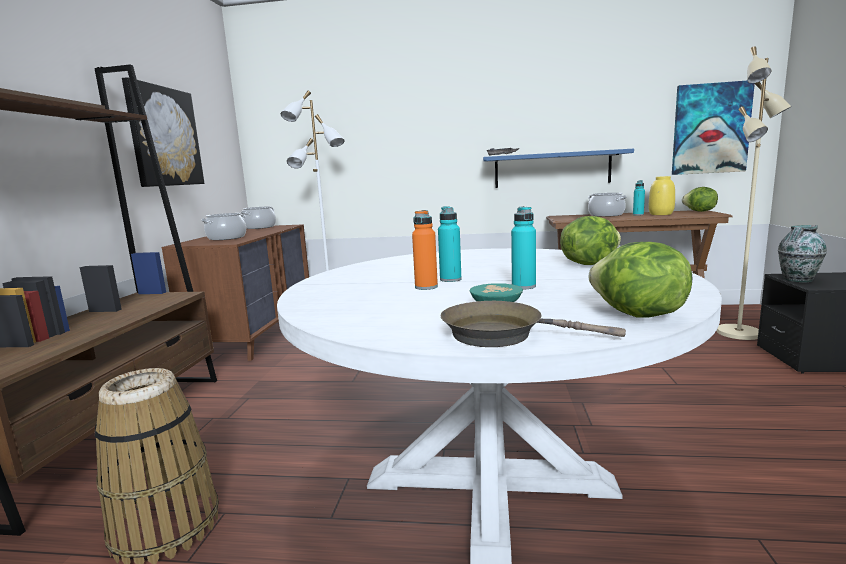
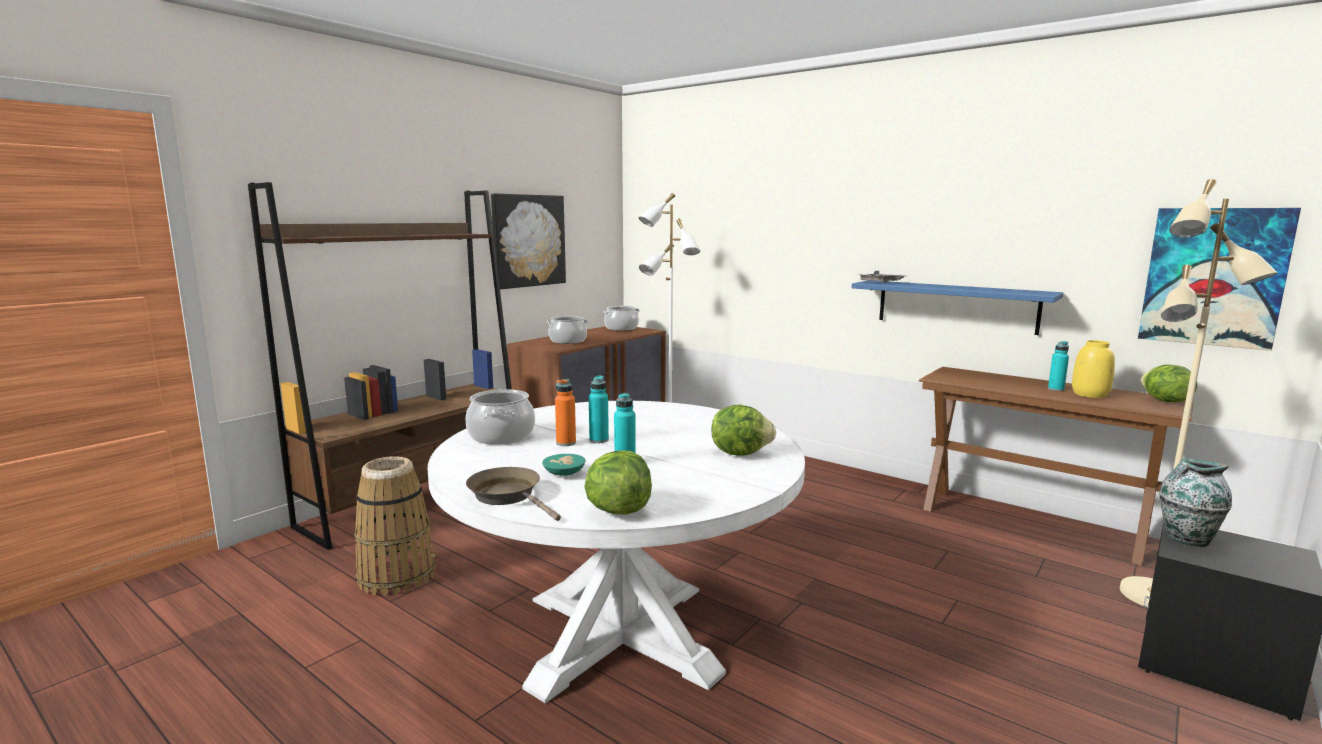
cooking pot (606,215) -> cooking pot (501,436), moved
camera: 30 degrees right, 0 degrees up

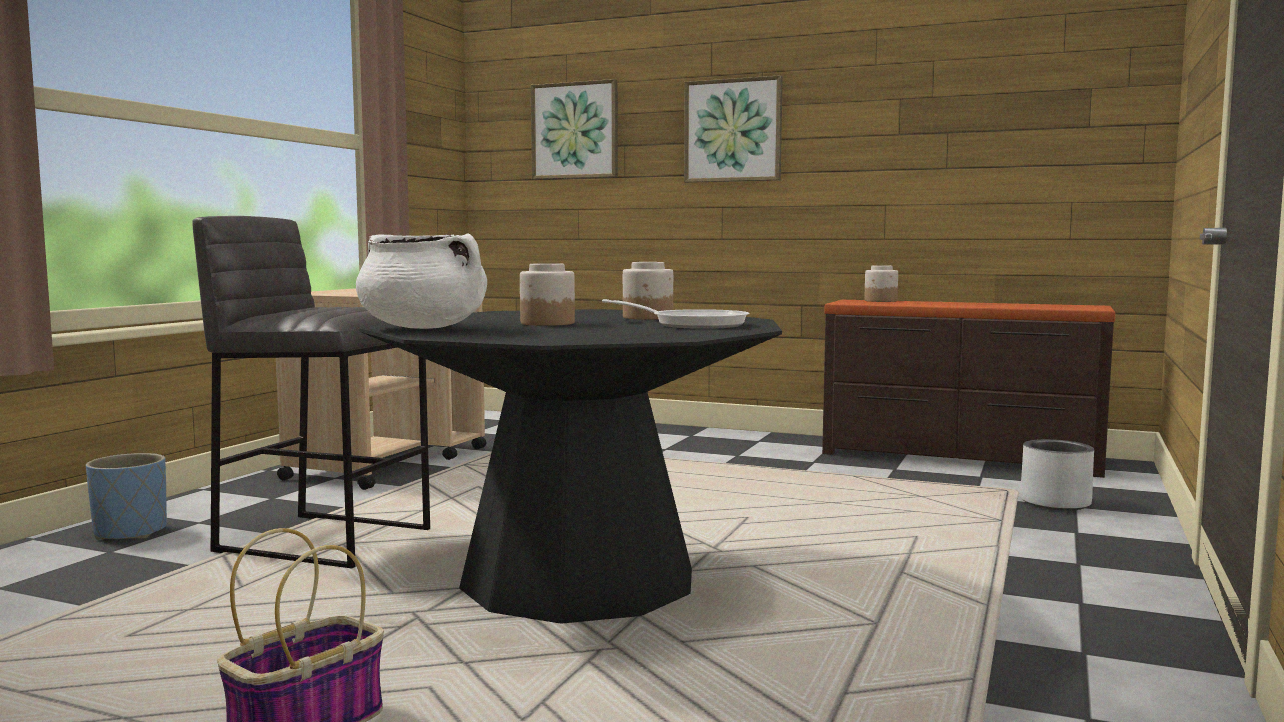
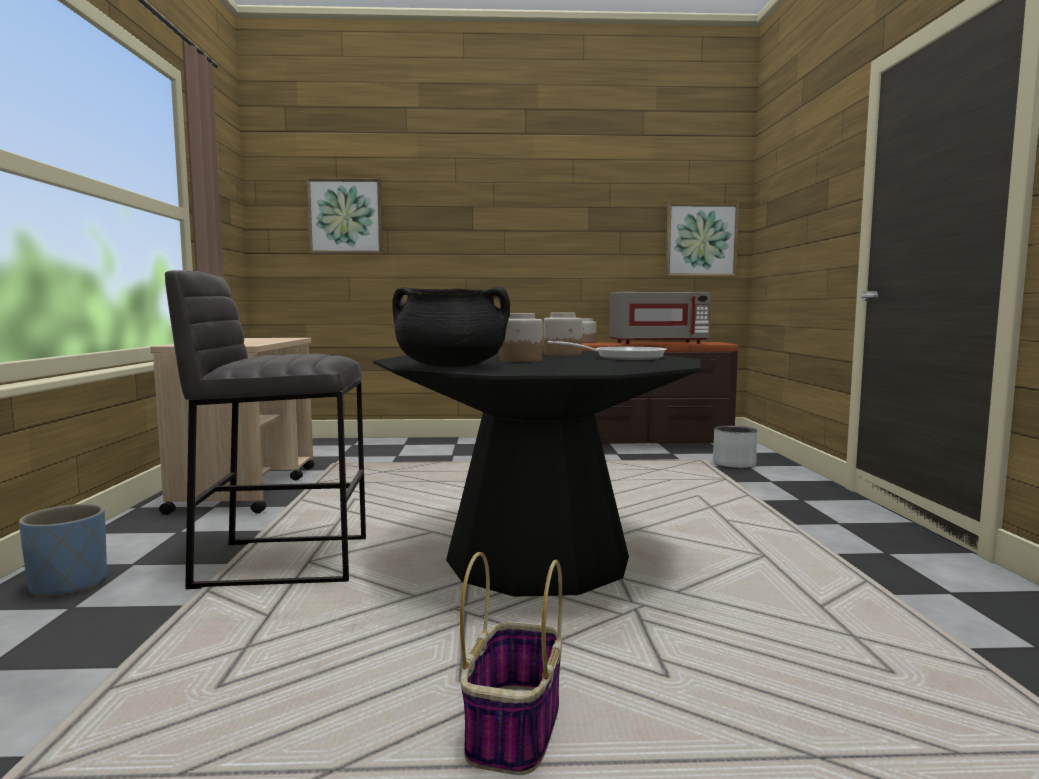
cooking pot (white) (424,328) -> cooking pot (black) (451,367)
picture (733,130) -> picture (701,240), moved
none -> microwave (grey) (658,343)
camera: 25 degrees left, 0 degrees up

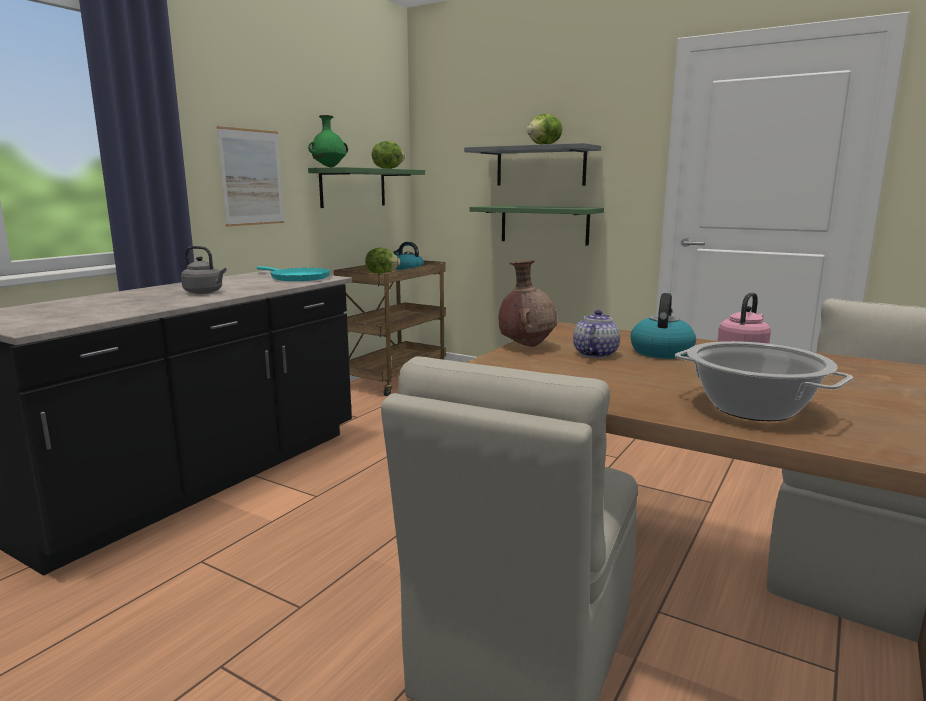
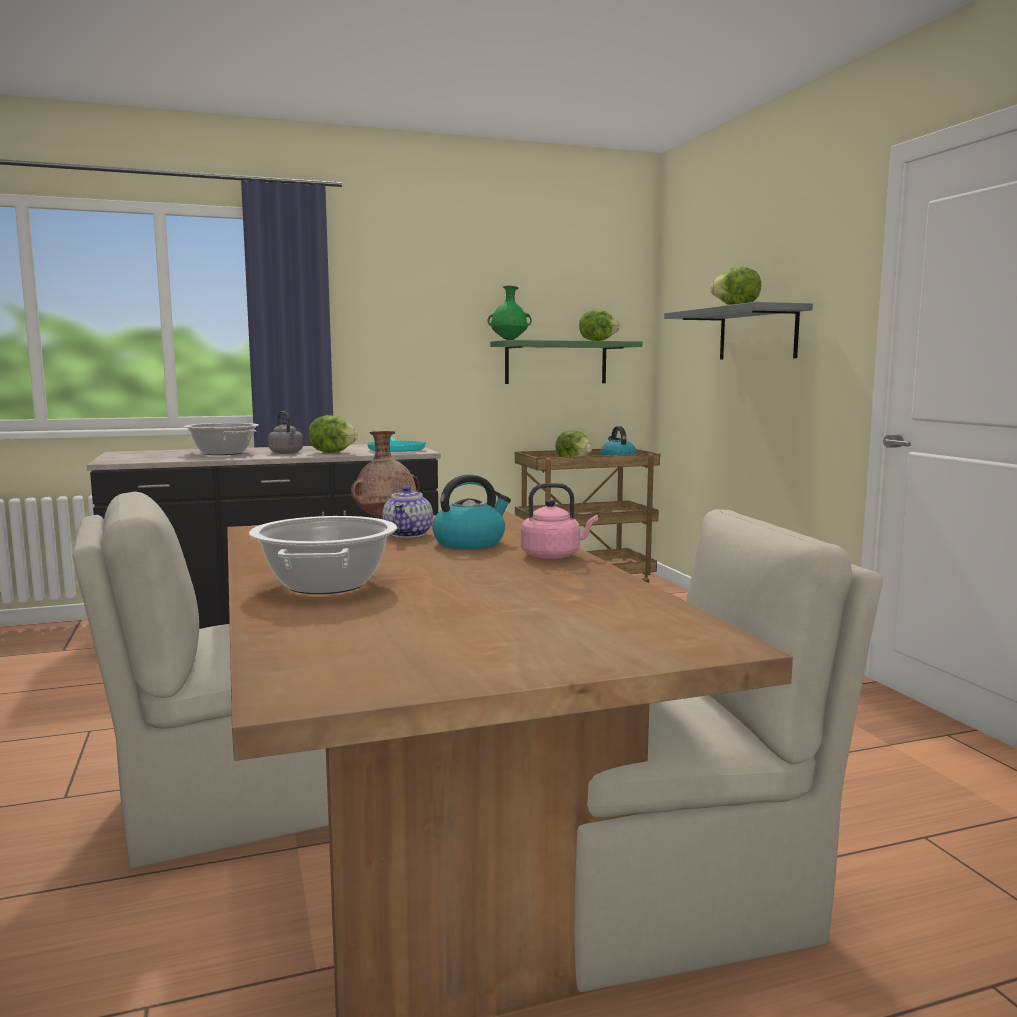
picture (252,177) -> none
shelf (green) (544,225) -> none
teapot (594,354) -> teapot (408,534), 120 degrees clockwise
none -> cooking pot (223,453)
none -> lettuce (332,452)
camera: 40 degrees right, 5 degrees down

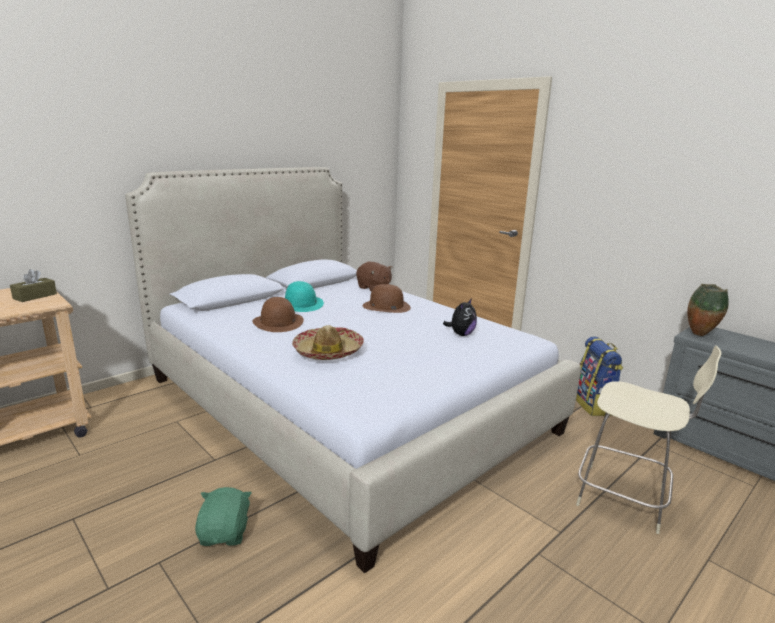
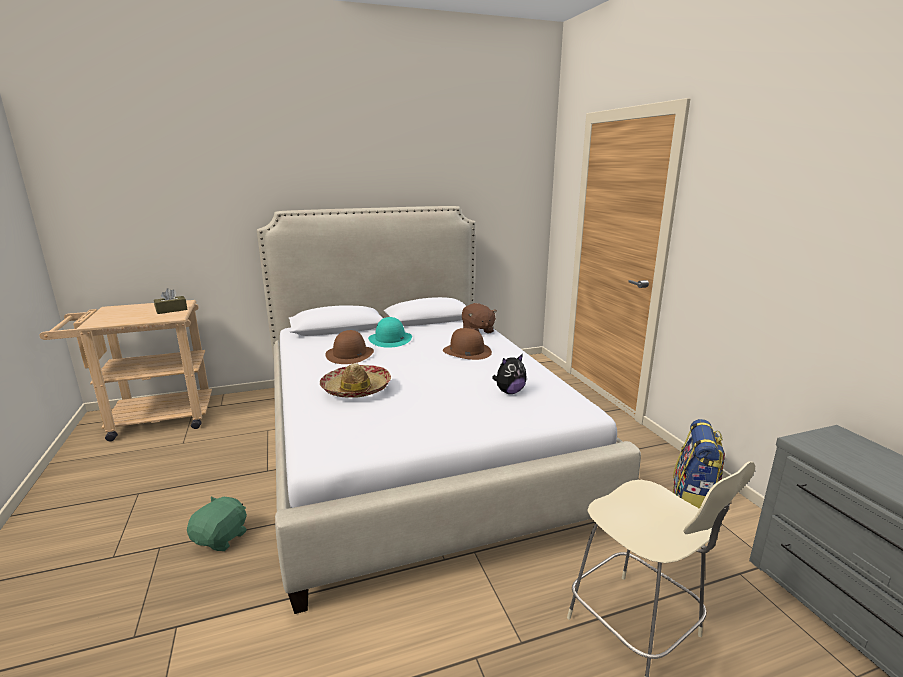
vase (700,335) -> none
camera: 25 degrees right, 0 degrees up

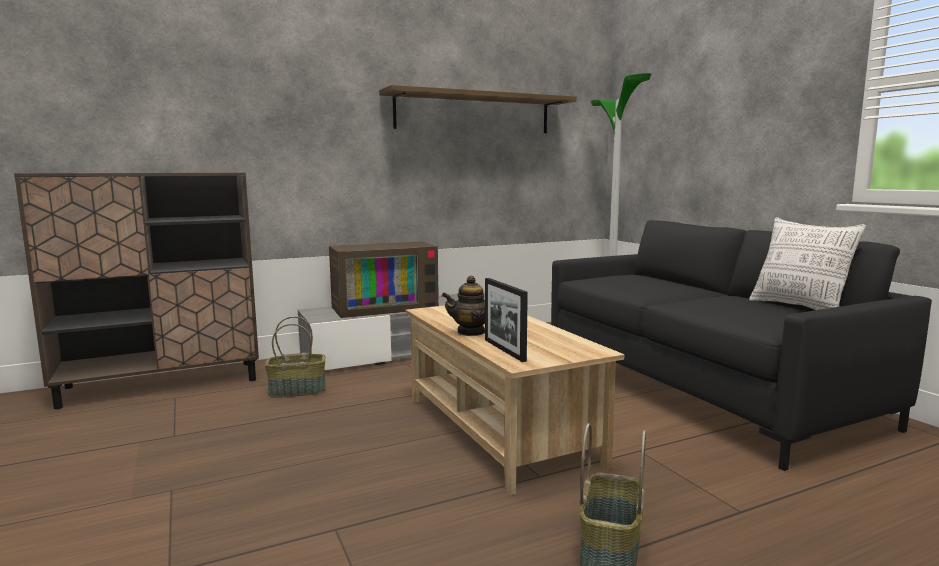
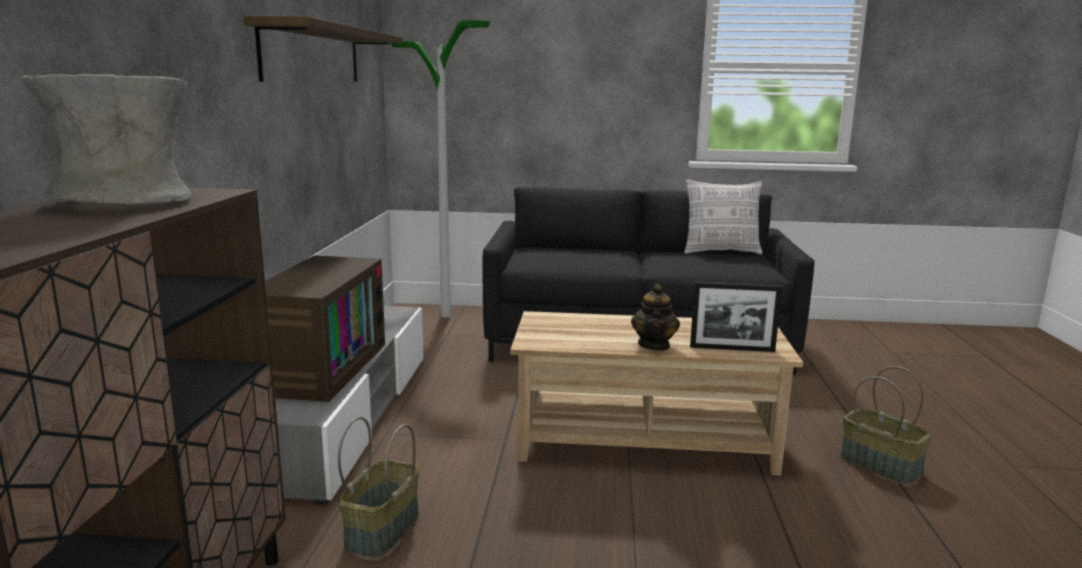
none -> vase (grey) (124,202)
camera: 60 degrees left, 5 degrees up

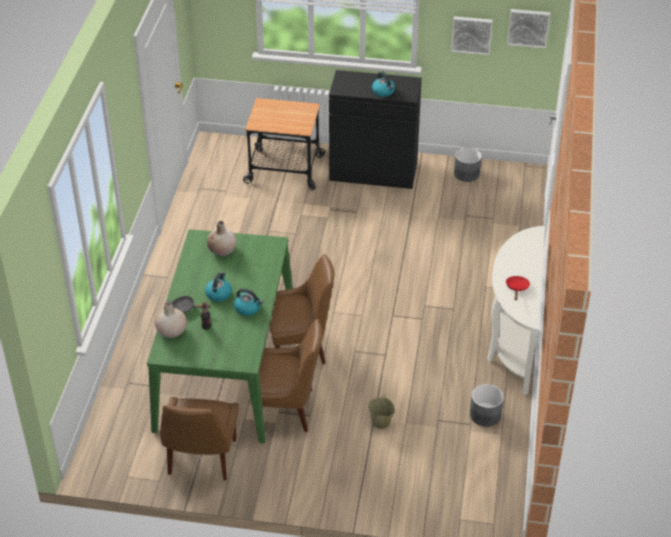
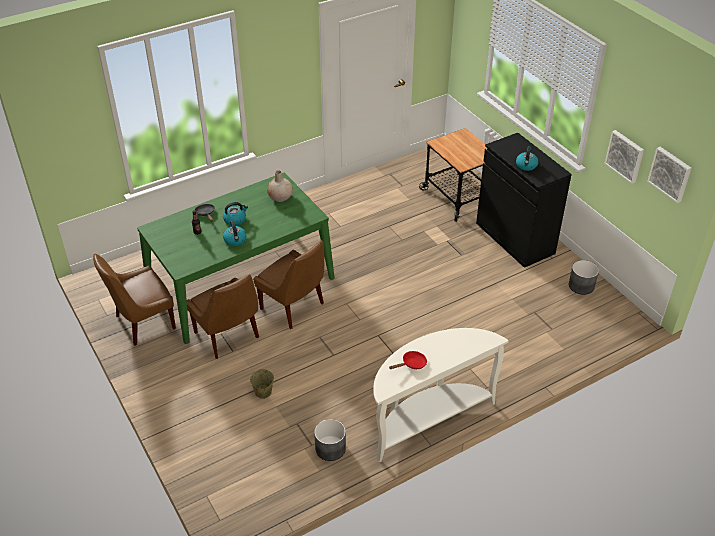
vase (beige) (171,331) -> none
camera: 50 degrees right, 0 degrees up

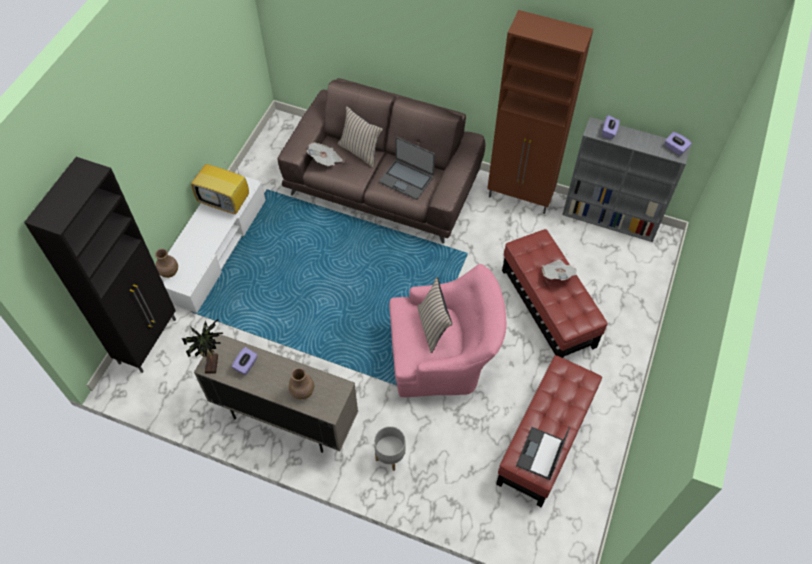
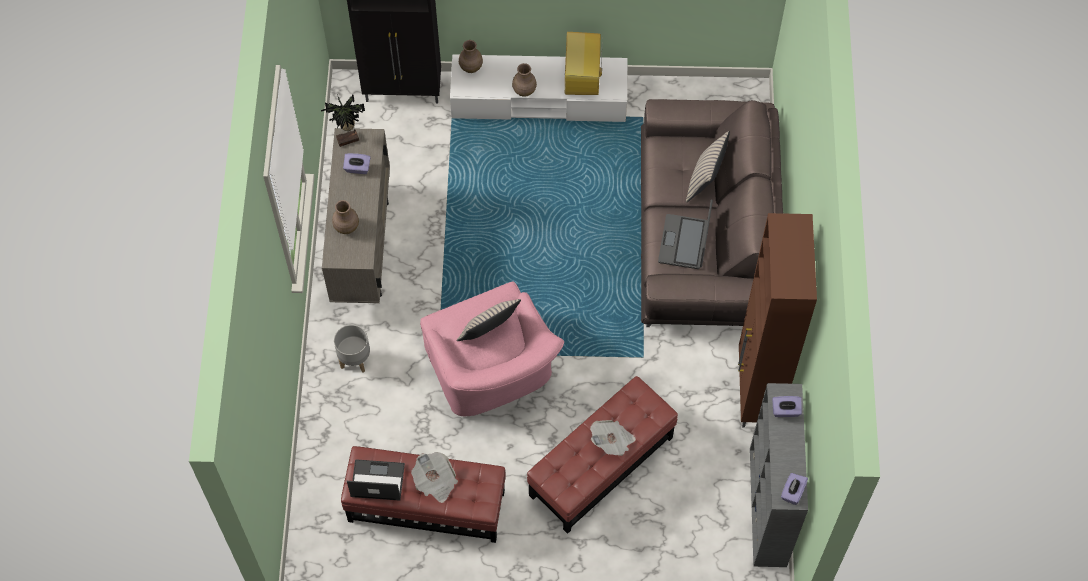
newspaper (325,160) -> newspaper (435,482), moved
none -> vase (brown) (524,91)
camera: 70 degrees right, 5 degrees up

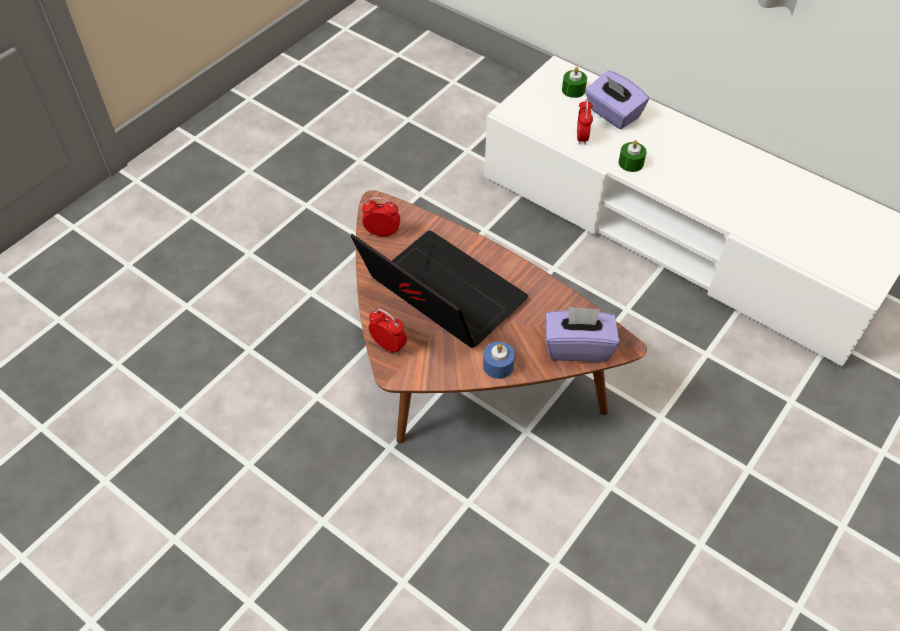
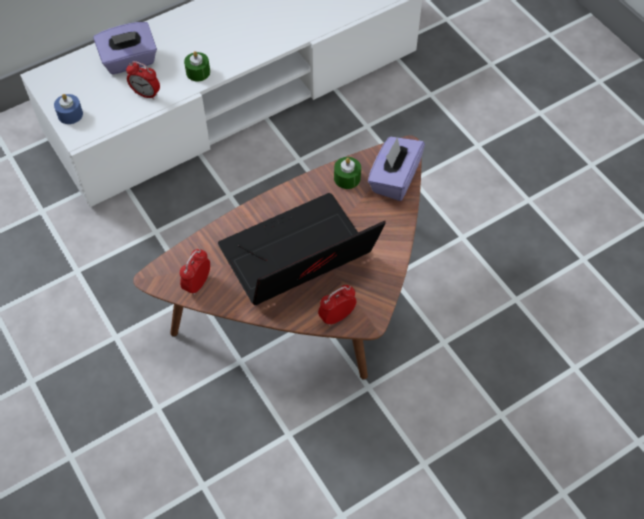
candle (blue) (498,365) -> candle (blue) (70,114), moved
candle (green) (573,90) -> candle (green) (347,178), moved
camera: 70 degrees left, 5 degrees up

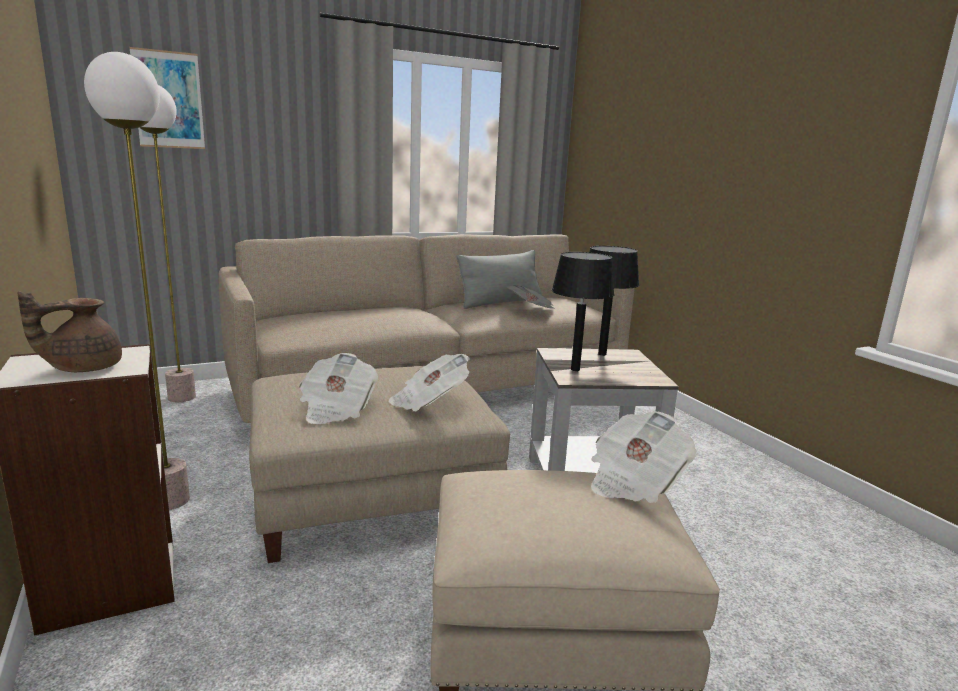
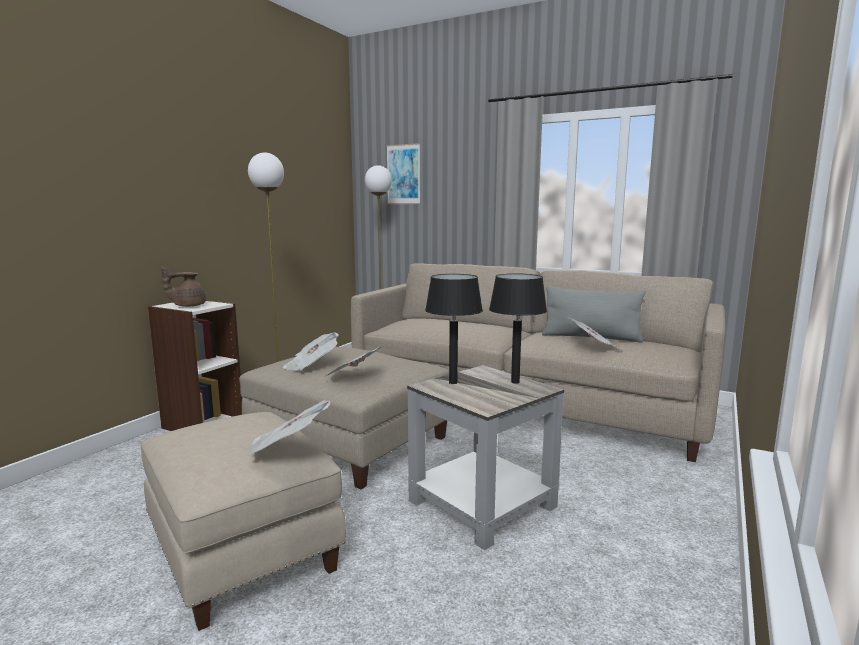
teapot (brown) (83,368) -> teapot (brown) (188,306), 45 degrees counterclockwise
camera: 55 degrees right, 5 degrees down

